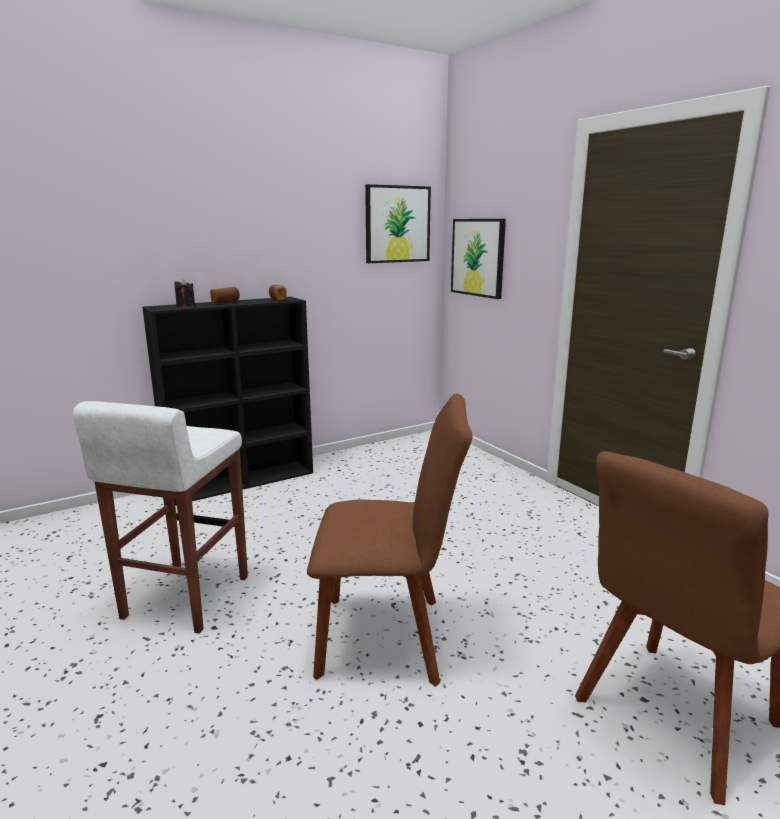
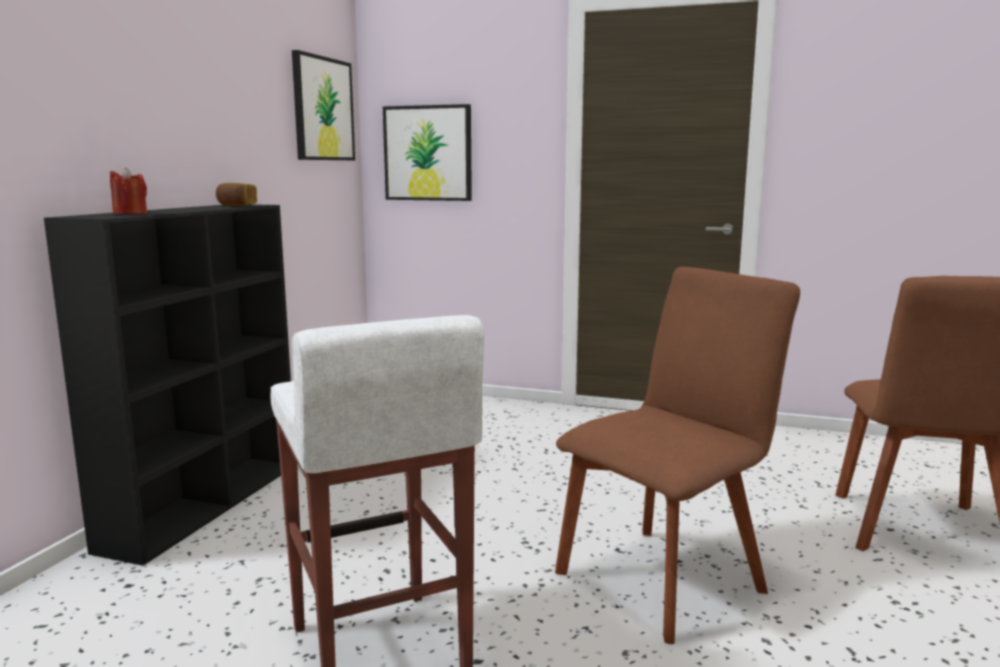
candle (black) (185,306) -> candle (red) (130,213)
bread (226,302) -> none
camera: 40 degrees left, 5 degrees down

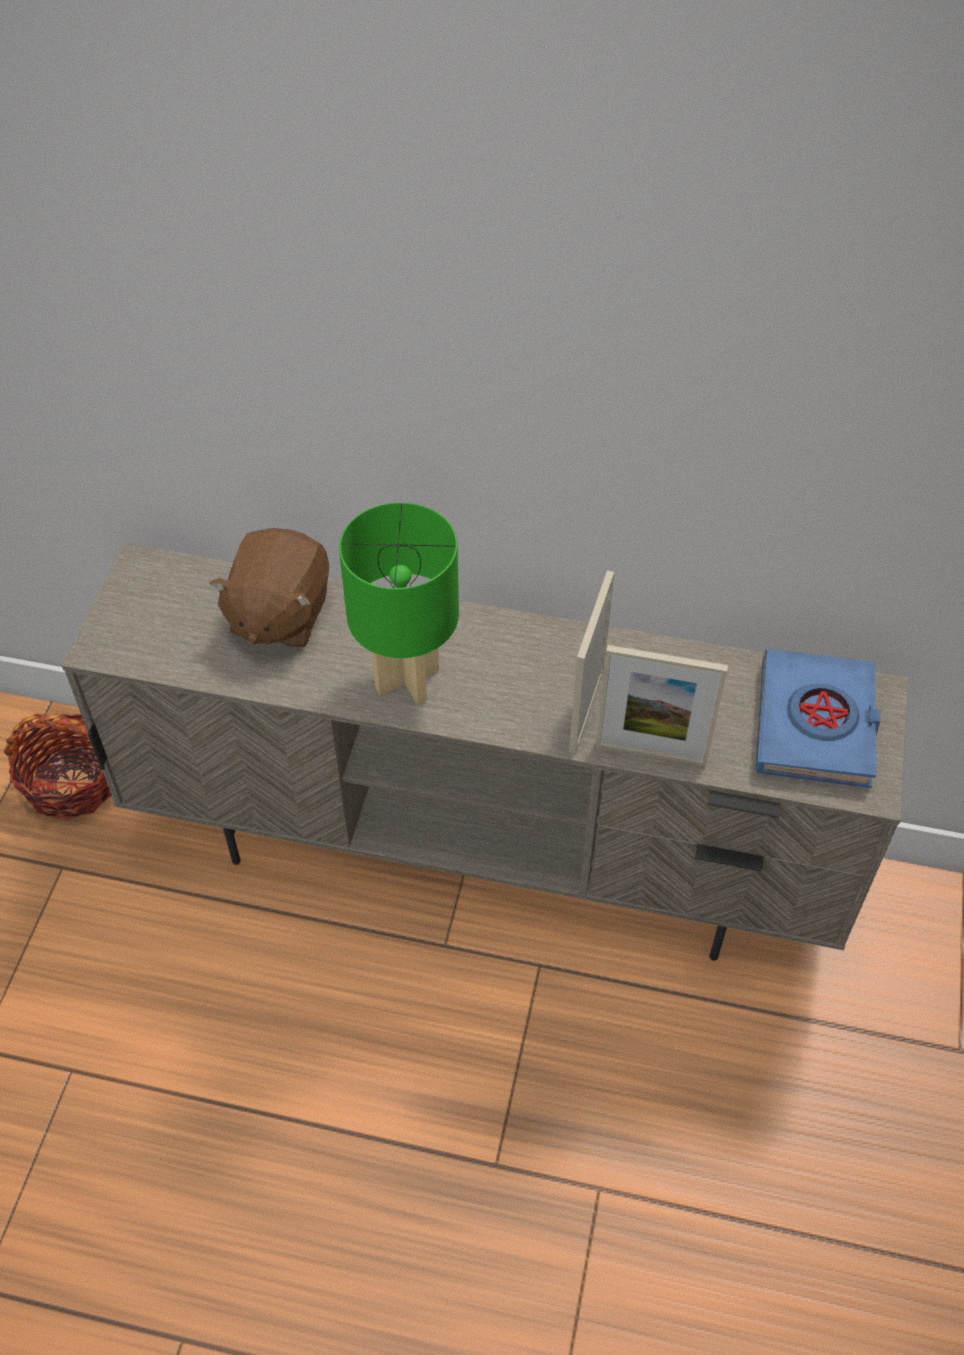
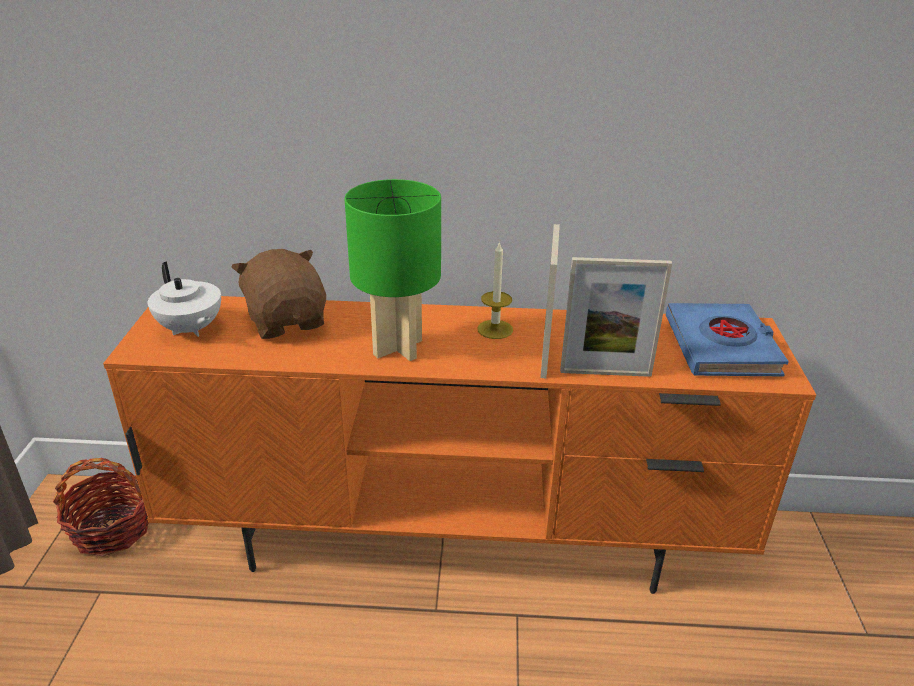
tv stand (beige) (487,856) -> tv stand (orange) (456,542)
plush toy (brown) (278,615) -> plush toy (brown) (287,321), 150 degrees clockwise
none -> teapot (white) (190,329)
none -> candle (495,329)
camera: 10 degrees left, 20 degrees down

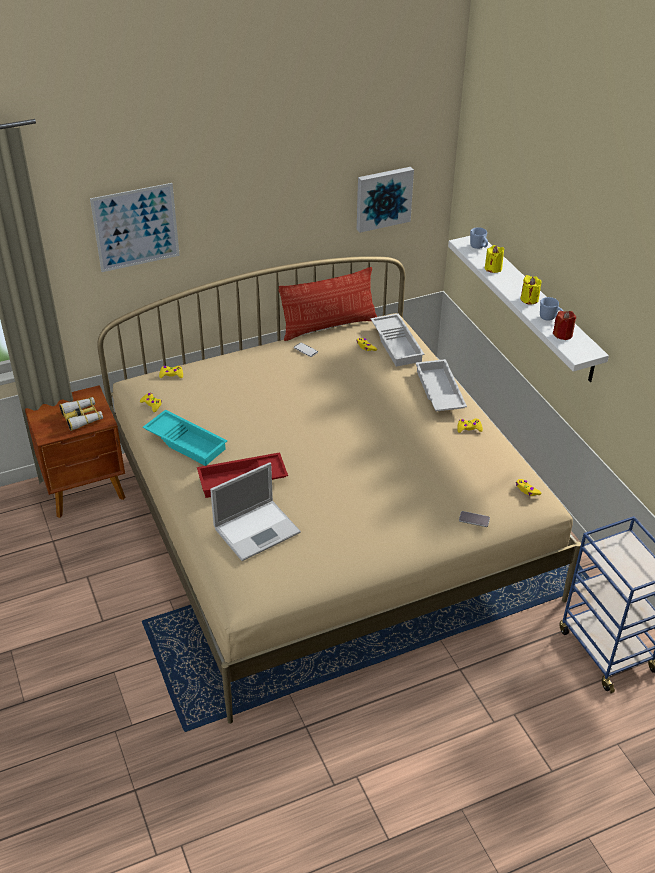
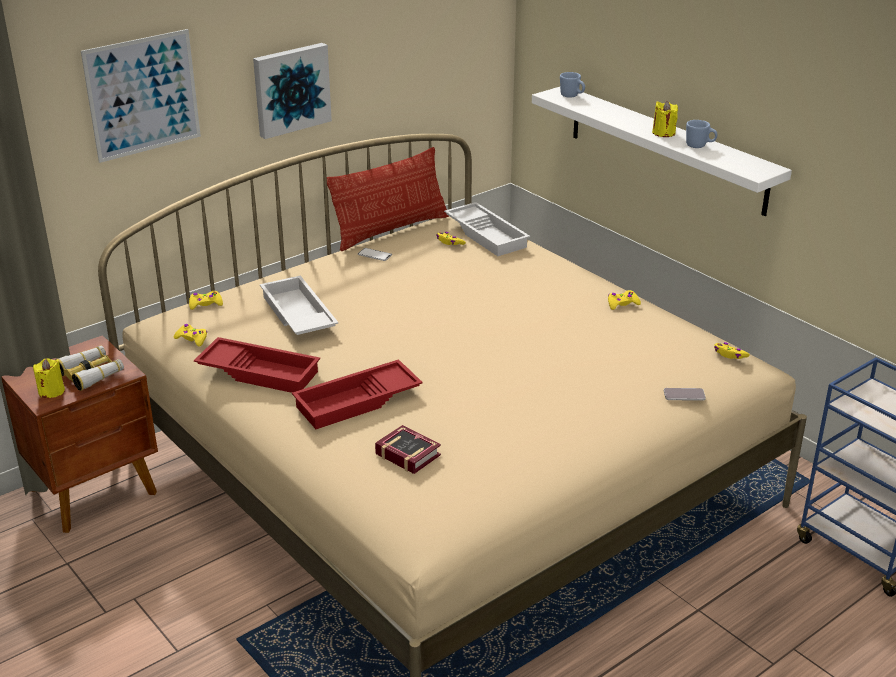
tray (turquoise) (187,441) -> tray (red) (260,371)
laptop (258,529) -> book (407,453)
picture (383,198) -> picture (291,89), moved
tray (white) (438,391) -> tray (white) (296,315), moved
candle (yellow) (493,268) -> candle (yellow) (51,391), moved
candle (red) (563,334) -> none
camera: 15 degrees left, 10 degrees down

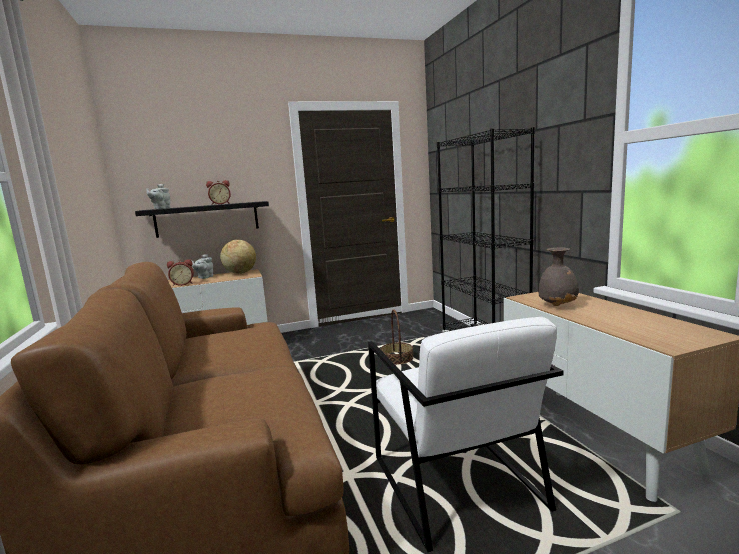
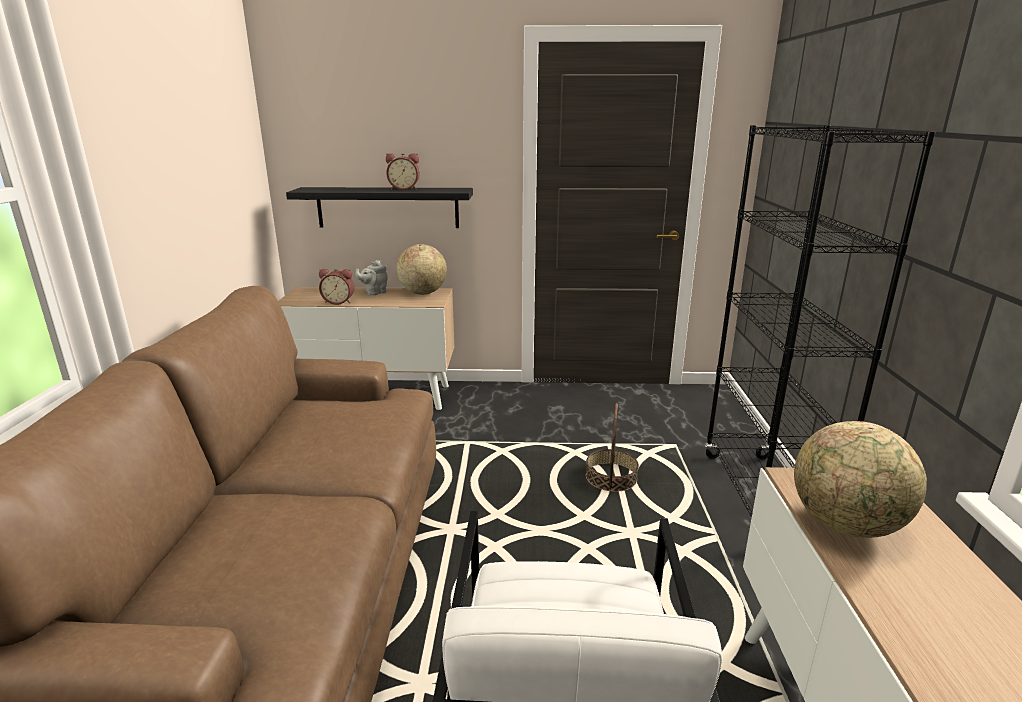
teapot (grey) (161,208) -> none
vase (grey) (558,305) -> globe (846,525)
camera: 20 degrees right, 10 degrees up

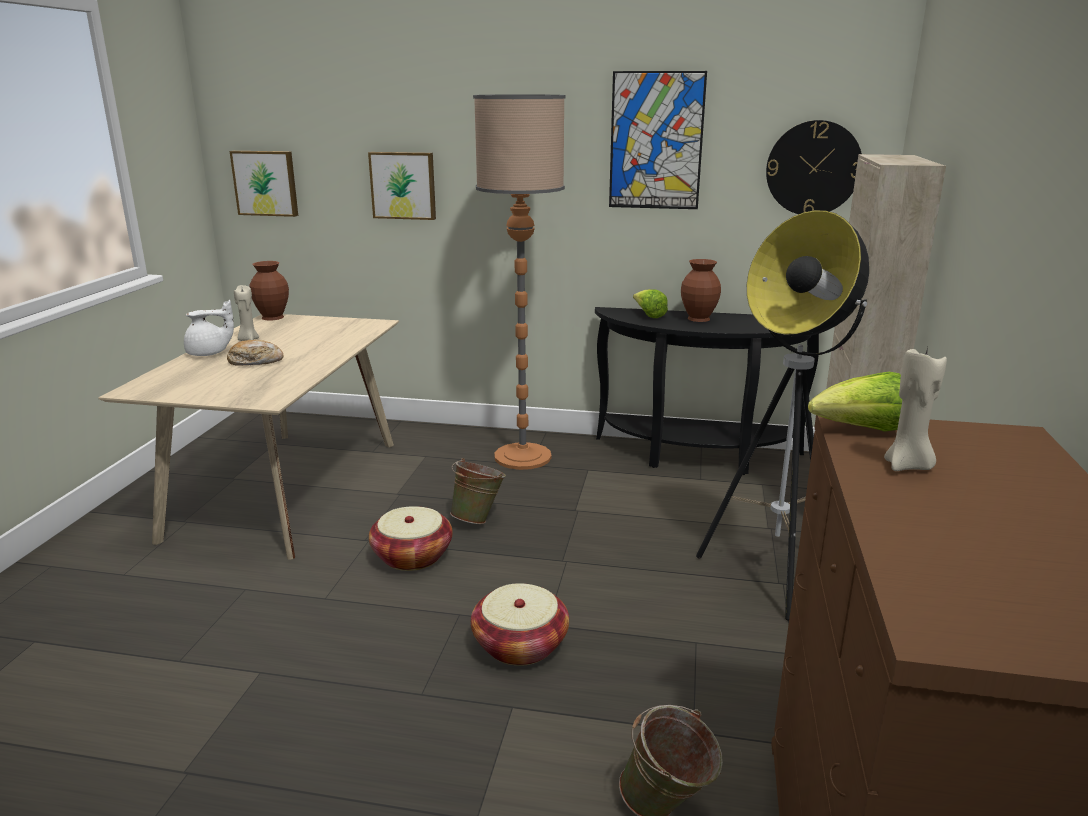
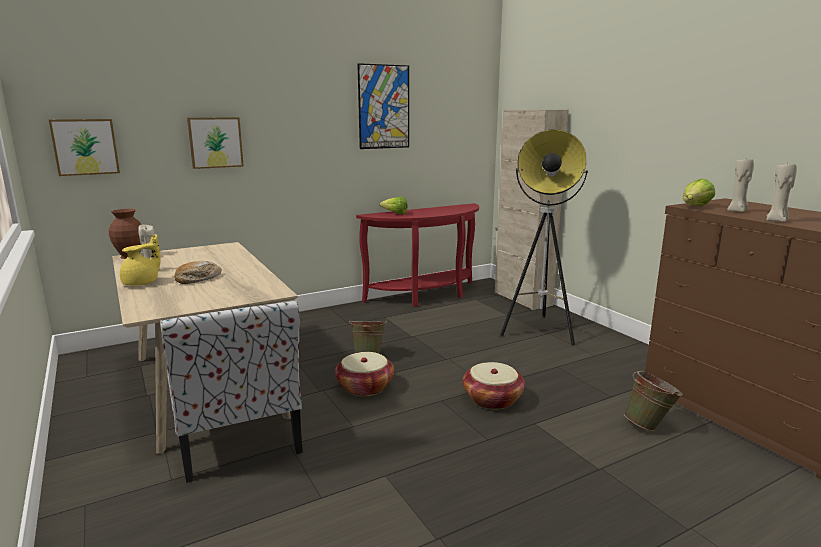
teapot (white) (209,353) -> teapot (yellow) (142,283)
floor lamp (522,457) -> none
console table (black) (697,456) -> console table (red) (427,296)
vase (brown) (698,318) -> none
wall clock (813,168) -> none
none -> chair (237,435)
none -> candle (beige) (777,221)
camera: 40 degrees left, 5 degrees down

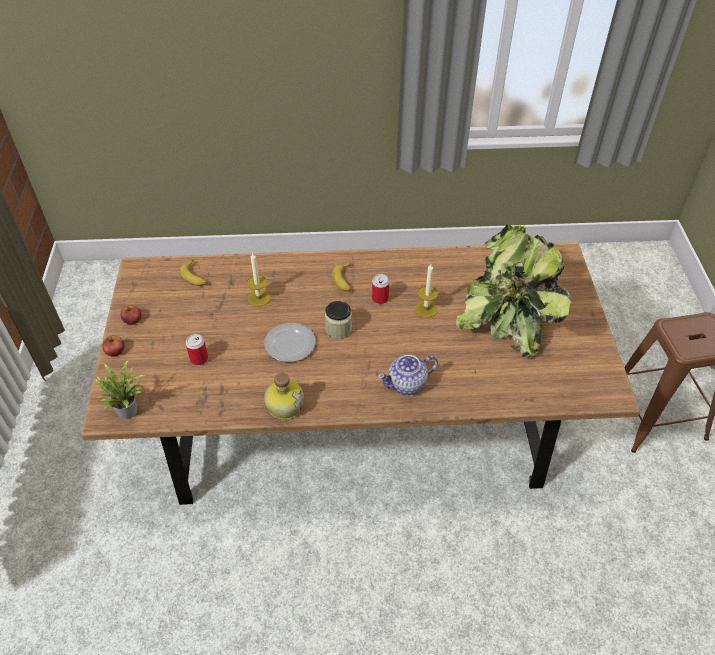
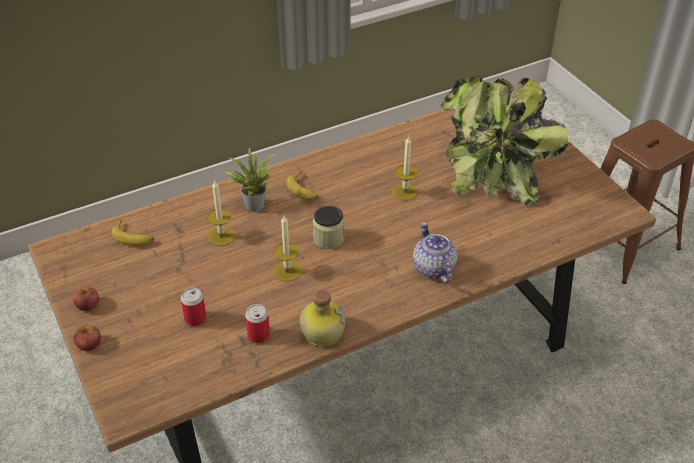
potted plant (127,409) -> potted plant (253,204), moved
plate (290,345) -> candle (287,271)
can (380,298) -> can (258,335), moved
teapot (407,384) -> teapot (433,268), 120 degrees clockwise
camera: 25 degrees left, 5 degrees down

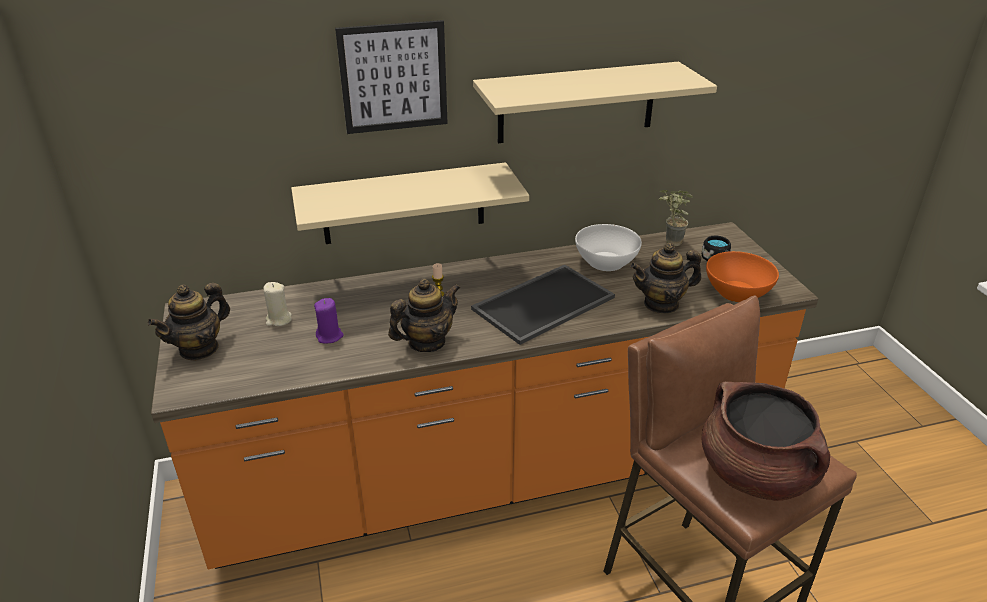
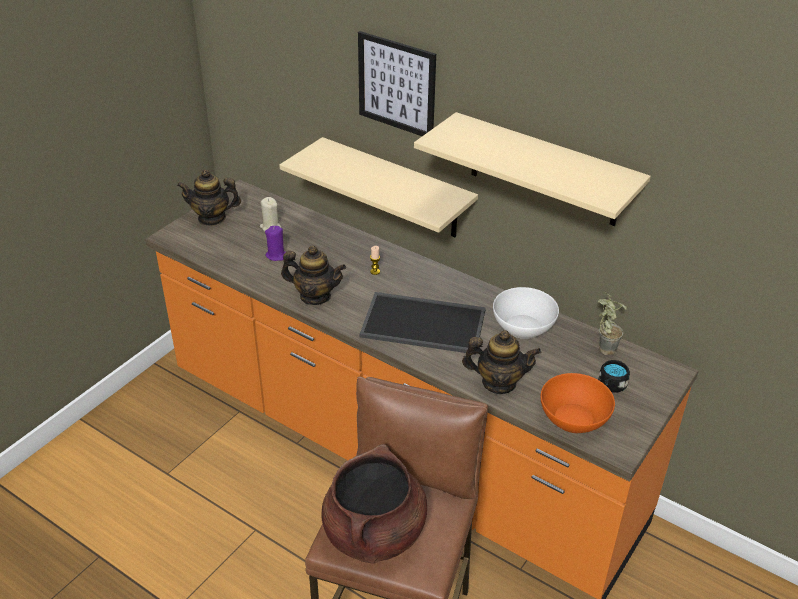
teapot (661,304) -> teapot (498,383), 150 degrees clockwise
camera: 50 degrees right, 5 degrees up

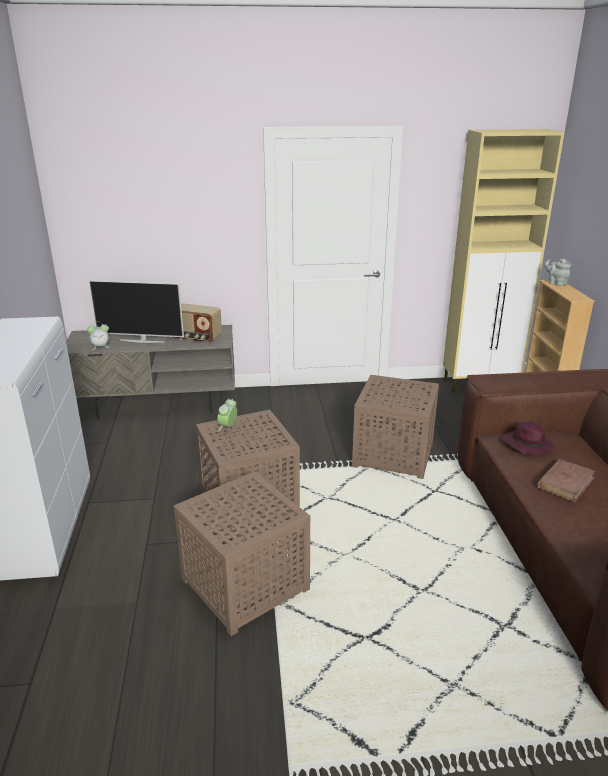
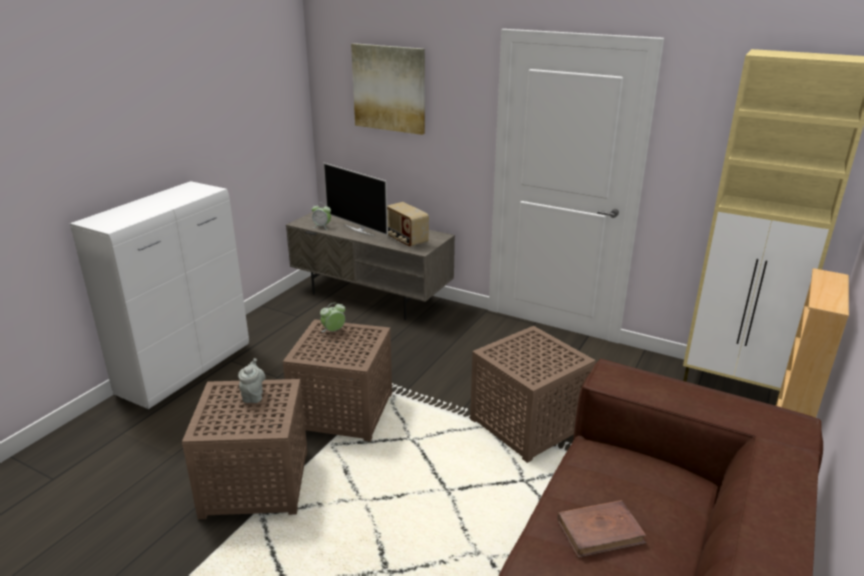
hat (purple) (526,445) -> none
teapot (grey) (555,283) -> teapot (grey) (253,395), moved
none -> picture (389,88)
camera: 35 degrees right, 0 degrees up

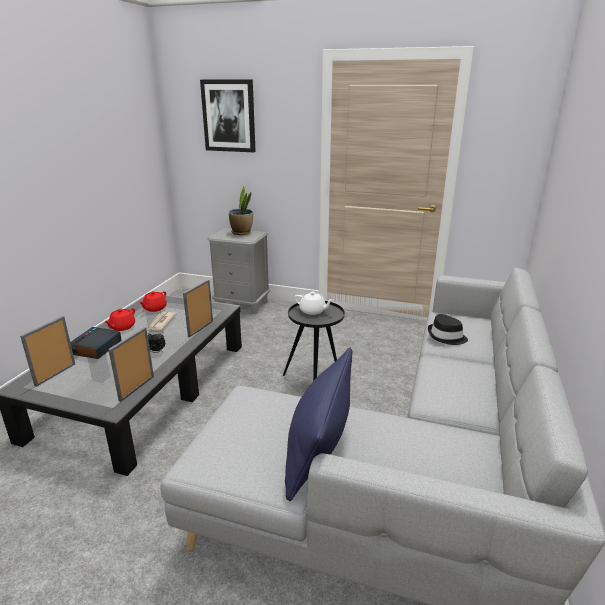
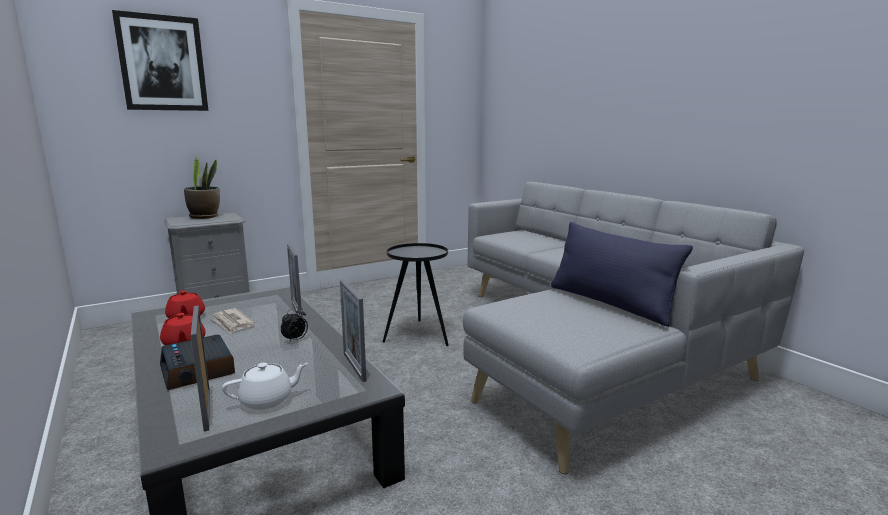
teapot (white) (313,311) -> teapot (white) (267,400), moved
hat (black) (446,337) -> none
camera: 50 degrees left, 10 degrees down

